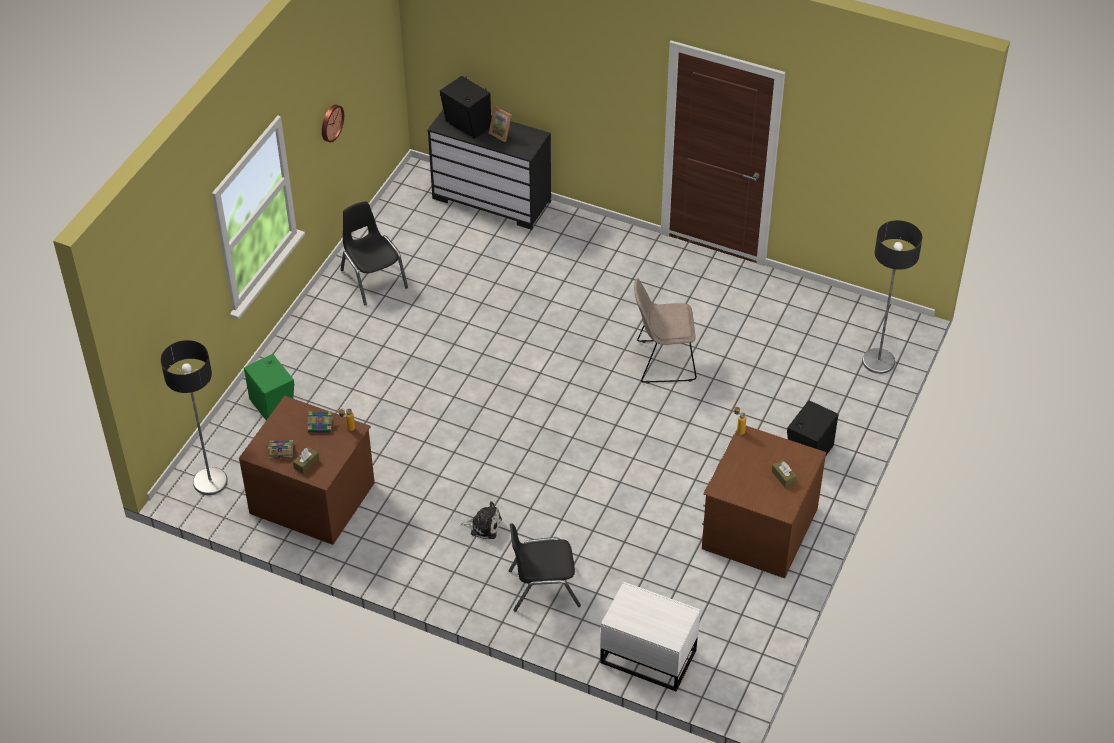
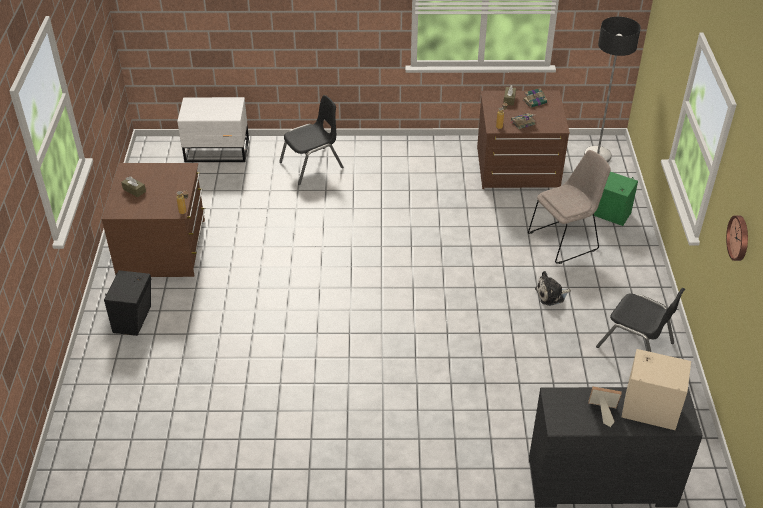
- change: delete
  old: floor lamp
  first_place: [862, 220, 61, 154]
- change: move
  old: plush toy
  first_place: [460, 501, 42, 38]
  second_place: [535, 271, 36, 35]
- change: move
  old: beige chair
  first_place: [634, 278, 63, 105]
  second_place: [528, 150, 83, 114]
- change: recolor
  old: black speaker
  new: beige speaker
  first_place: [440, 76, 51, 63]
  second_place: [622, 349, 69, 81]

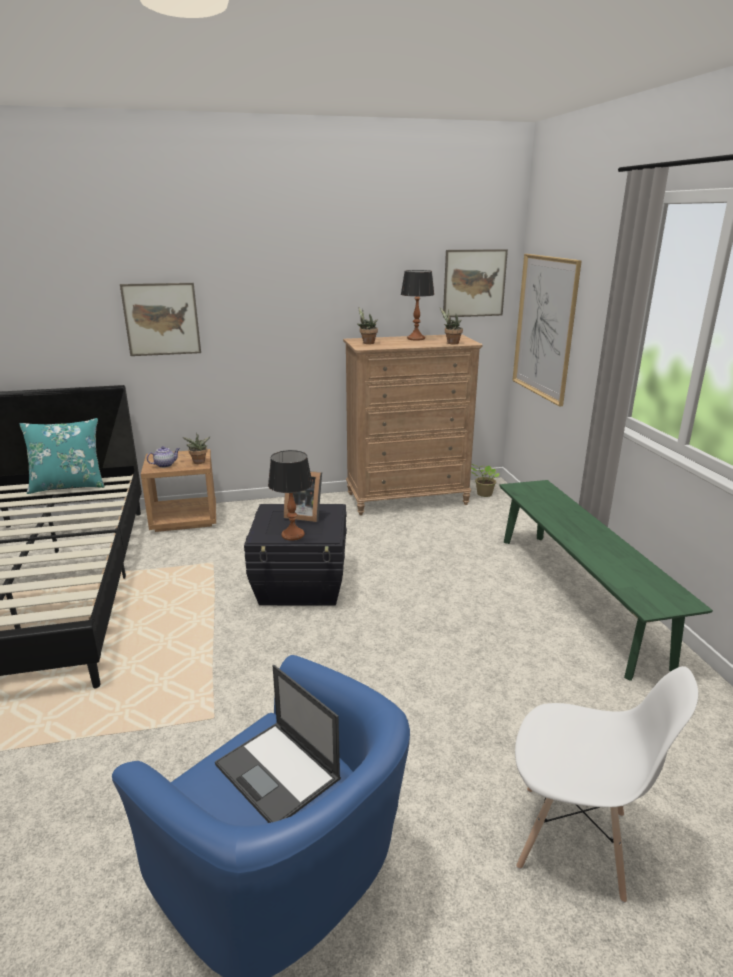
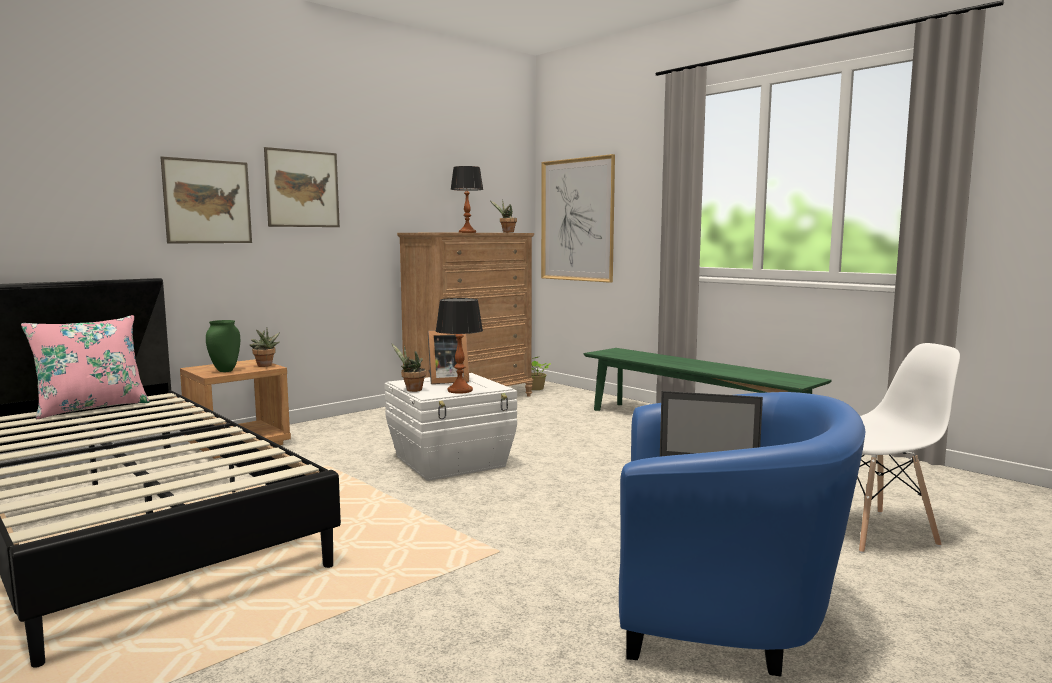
- change: move
  old: potted plant
  first_place: [357, 307, 21, 37]
  second_place: [392, 344, 34, 48]
- change: move
  old: picture
  first_place: [443, 249, 65, 69]
  second_place: [264, 147, 76, 80]
- change: replace
  old: teapot
  new: green vase
  first_place: [147, 446, 33, 22]
  second_place: [206, 320, 34, 52]
- change: recolor
  old: turquoise pillow
  new: pink pillow
  first_place: [20, 418, 85, 76]
  second_place: [21, 315, 129, 104]
- change: recolor
  old: black storage box
  new: white storage box
  first_place: [244, 504, 103, 102]
  second_place: [385, 373, 132, 108]

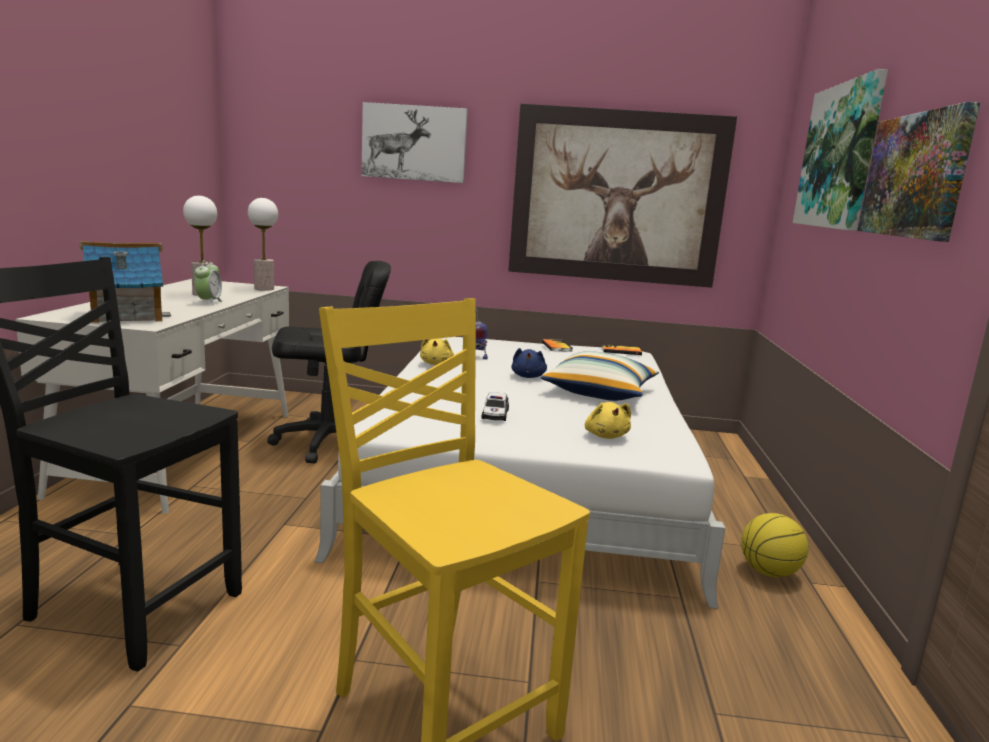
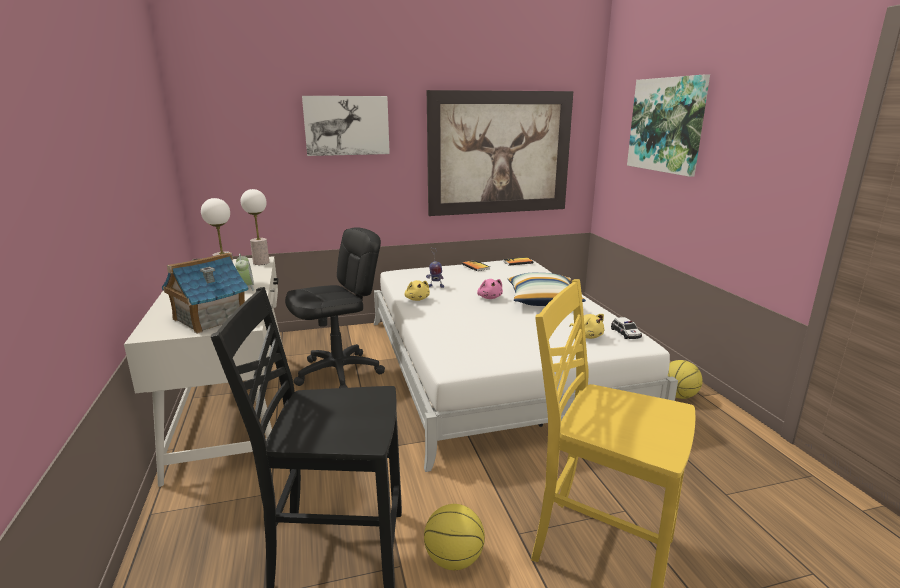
- change: delete
  old: picture
  first_place: [857, 102, 124, 140]
- change: insert
  new: basketball
  second_place: [424, 504, 61, 66]
- change: move
  old: toy car
  first_place: [482, 392, 27, 29]
  second_place: [611, 317, 31, 22]
- change: recolor
  old: blue plush toy
  new: pink plush toy
  first_place: [511, 348, 36, 30]
  second_place: [477, 279, 26, 20]

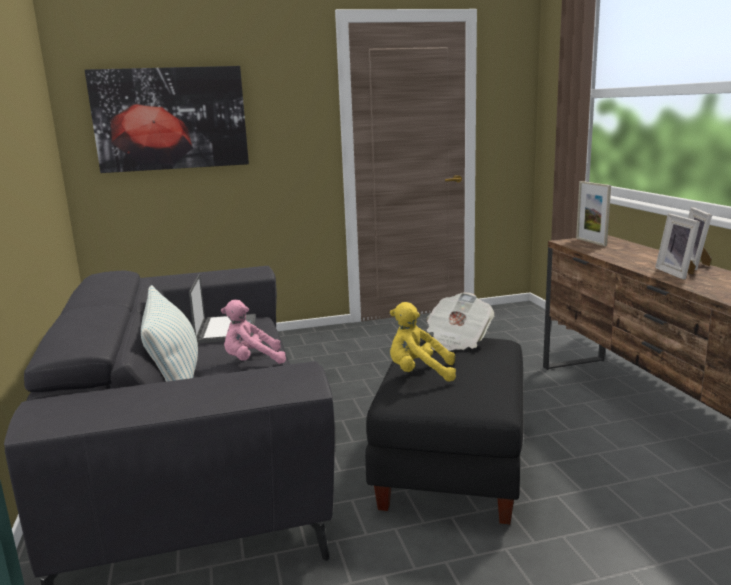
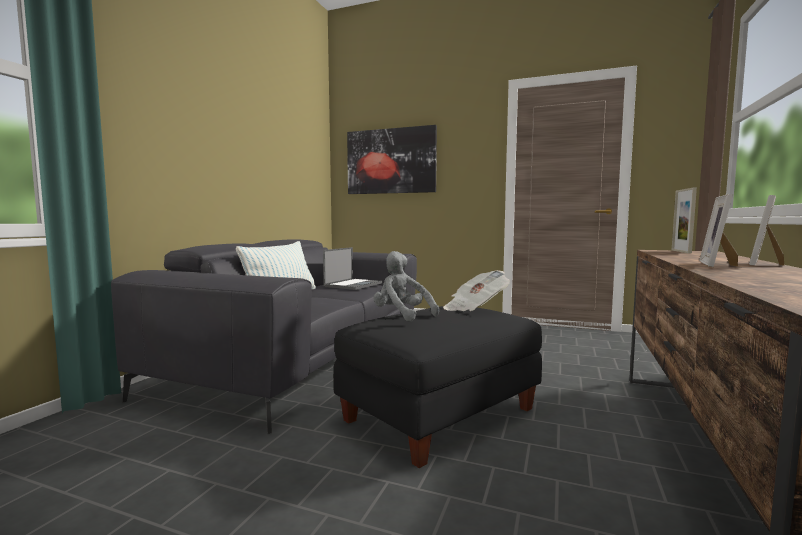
- change: delete
  old: pink plush toy
  first_place: [221, 300, 65, 64]
- change: recolor
  old: yellow plush toy
  new: grey plush toy
  first_place: [390, 302, 66, 80]
  second_place: [374, 251, 65, 71]

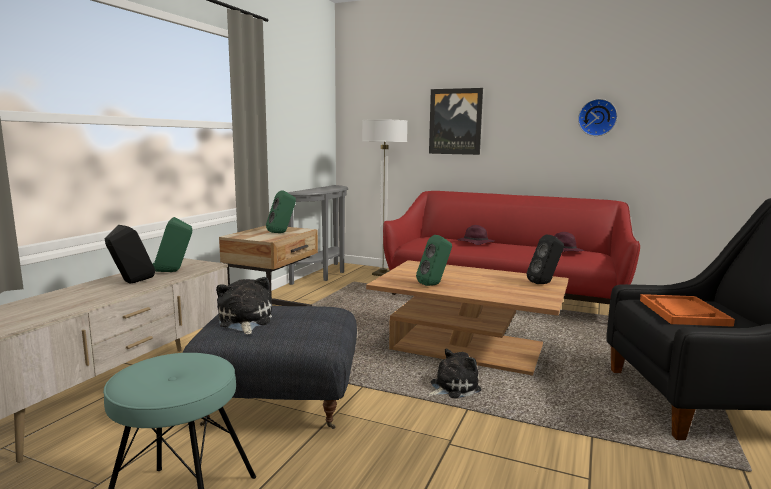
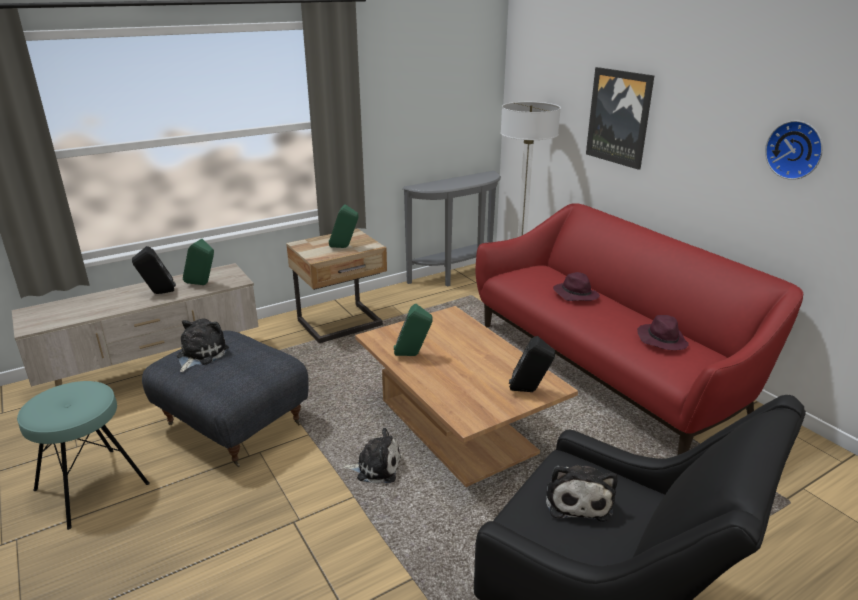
- change: replace
  old: orange tray
  new: plush toy
  first_place: [640, 294, 95, 33]
  second_place: [546, 465, 71, 57]

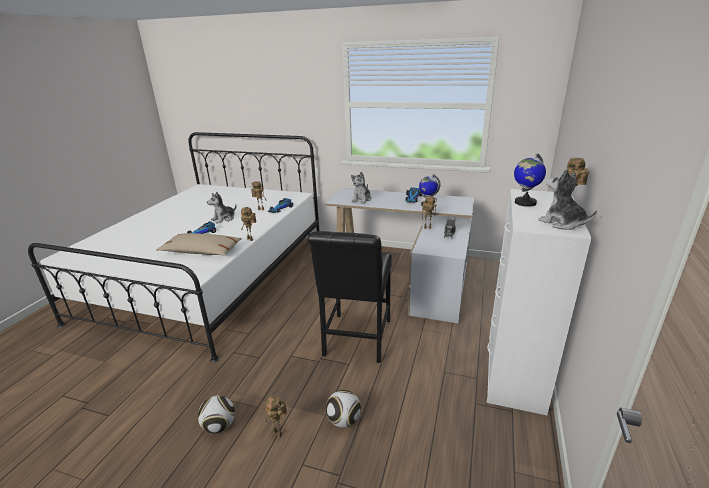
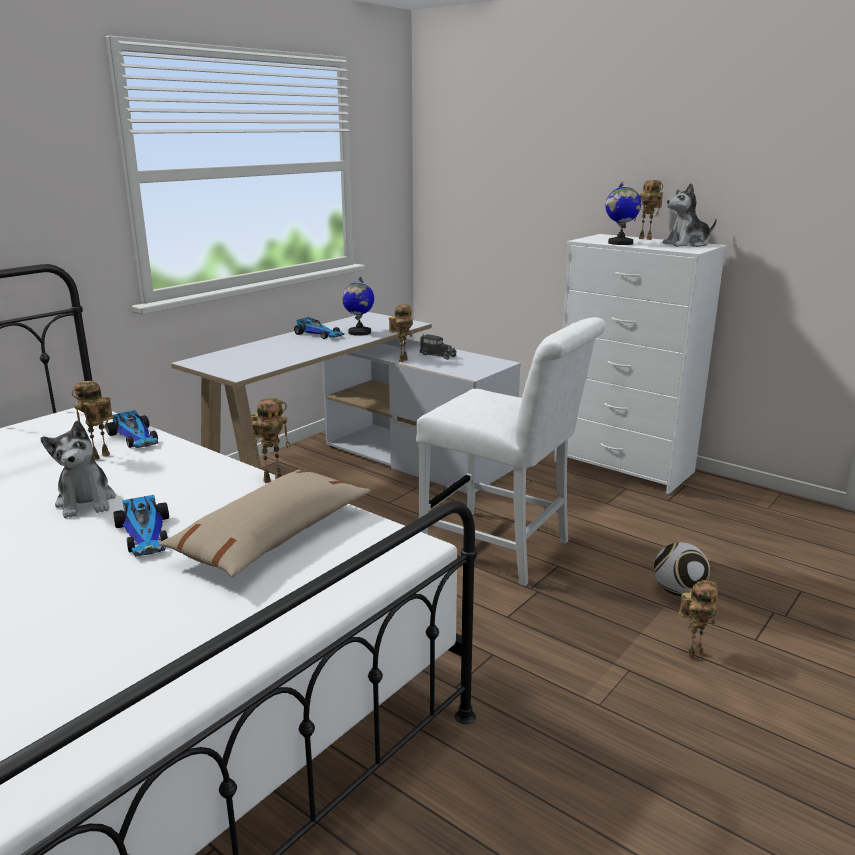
- change: delete
  old: football
  first_place: [198, 395, 37, 39]
- change: delete
  old: plush toy
  first_place: [351, 172, 20, 32]
- change: recolor
  old: black chair
  new: white chair
  first_place: [307, 231, 85, 132]
  second_place: [416, 317, 190, 269]

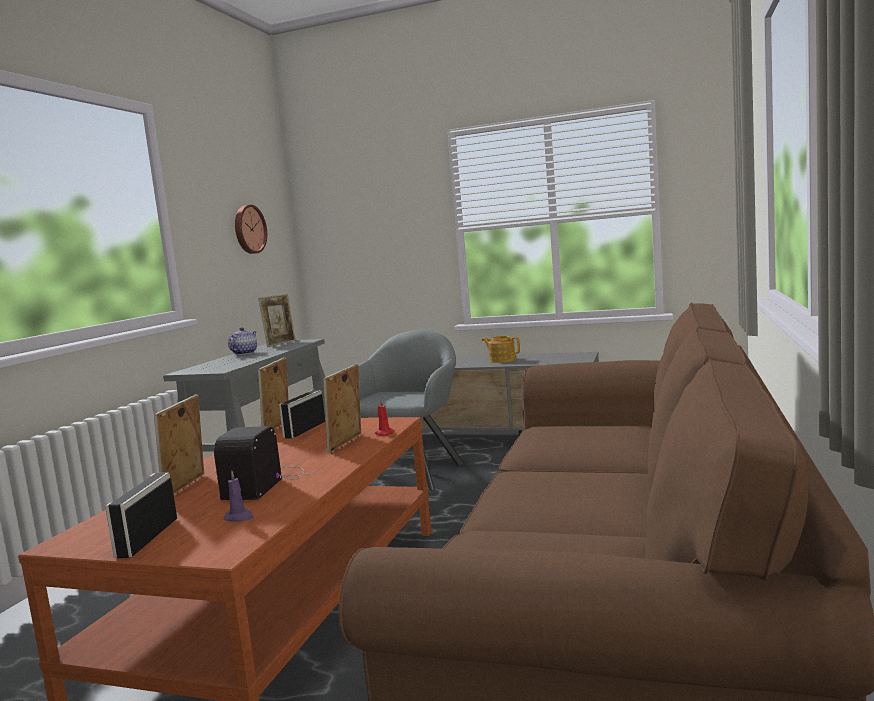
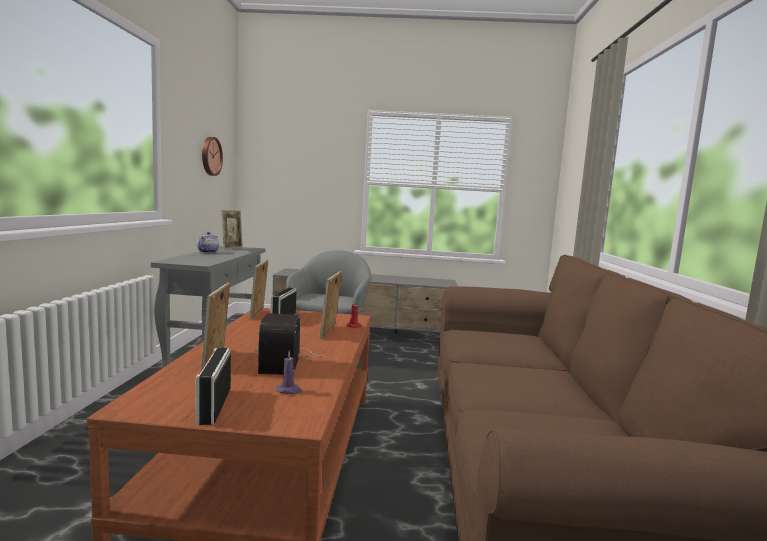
- change: delete
  old: teapot
  first_place: [482, 336, 38, 27]

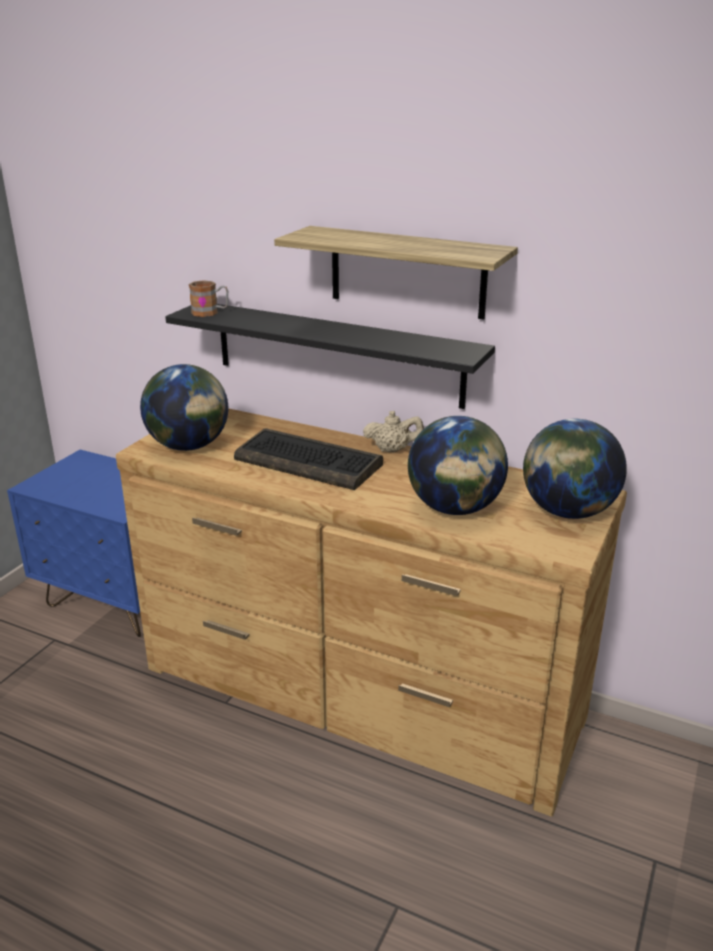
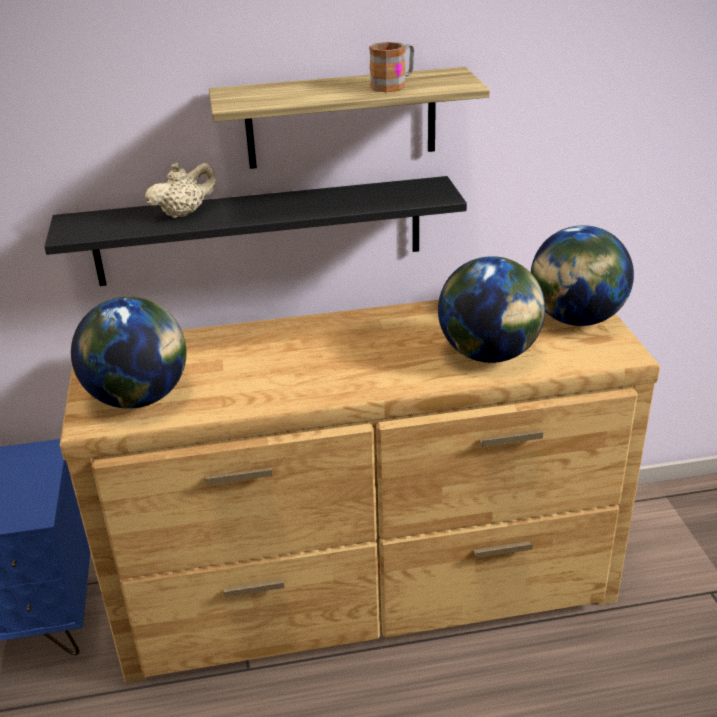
- change: delete
  old: keyboard
  first_place: [234, 428, 149, 62]
- change: move
  old: mug
  first_place: [189, 280, 39, 37]
  second_place: [369, 42, 45, 51]
- change: move
  old: beige teapot
  first_place: [363, 411, 61, 41]
  second_place: [145, 163, 71, 55]

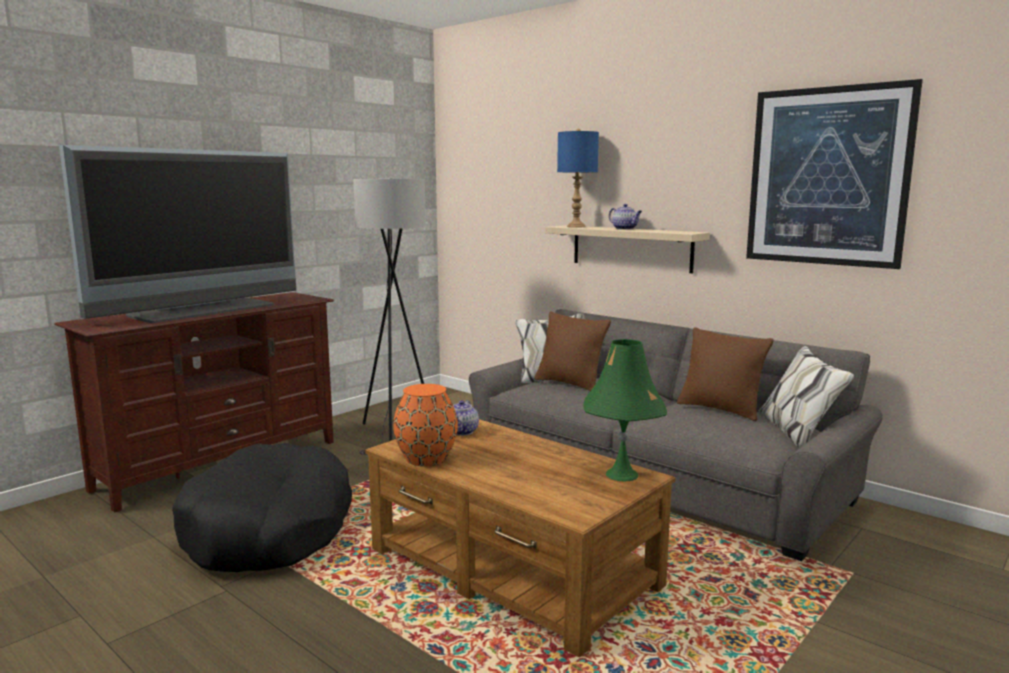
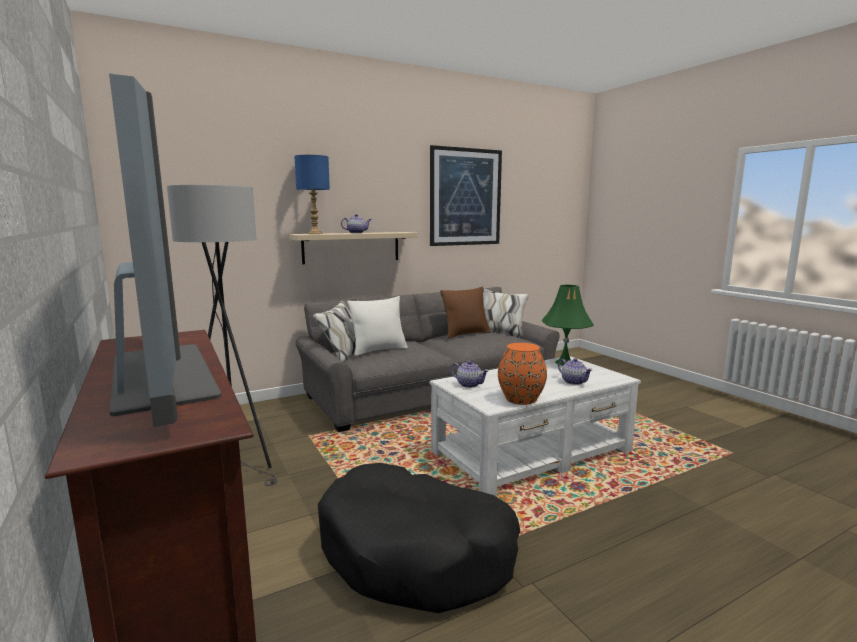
- change: insert
  new: teapot
  second_place: [558, 358, 35, 27]
- change: recolor
  old: brown coffee table
  new: white coffee table
  first_place: [365, 419, 310, 239]
  second_place: [429, 356, 212, 140]
- change: recolor
  old: brown pillow
  new: white pillow
  first_place: [535, 311, 76, 80]
  second_place: [347, 296, 61, 60]

